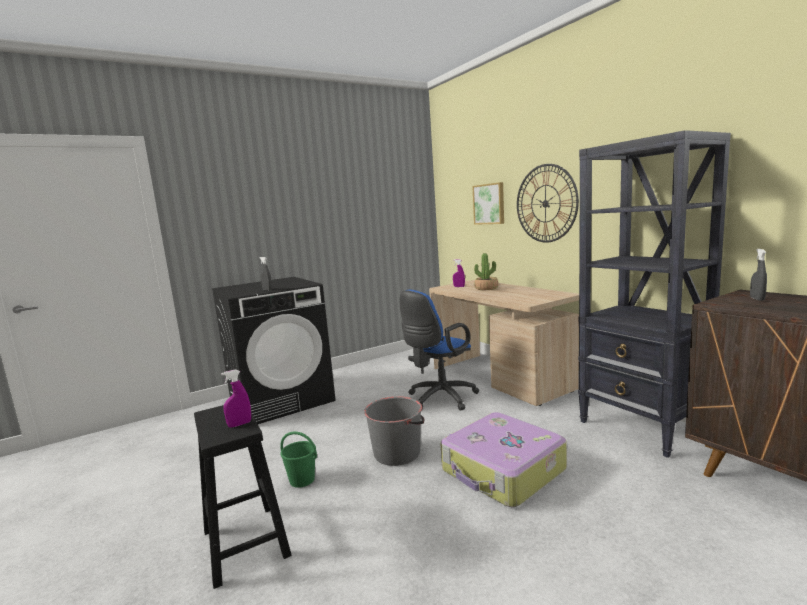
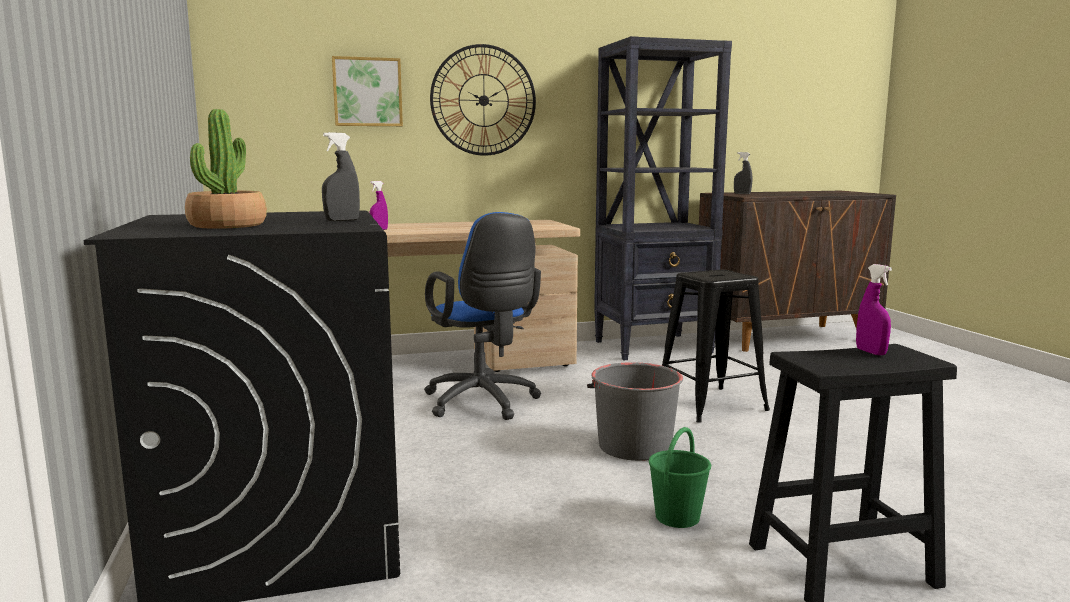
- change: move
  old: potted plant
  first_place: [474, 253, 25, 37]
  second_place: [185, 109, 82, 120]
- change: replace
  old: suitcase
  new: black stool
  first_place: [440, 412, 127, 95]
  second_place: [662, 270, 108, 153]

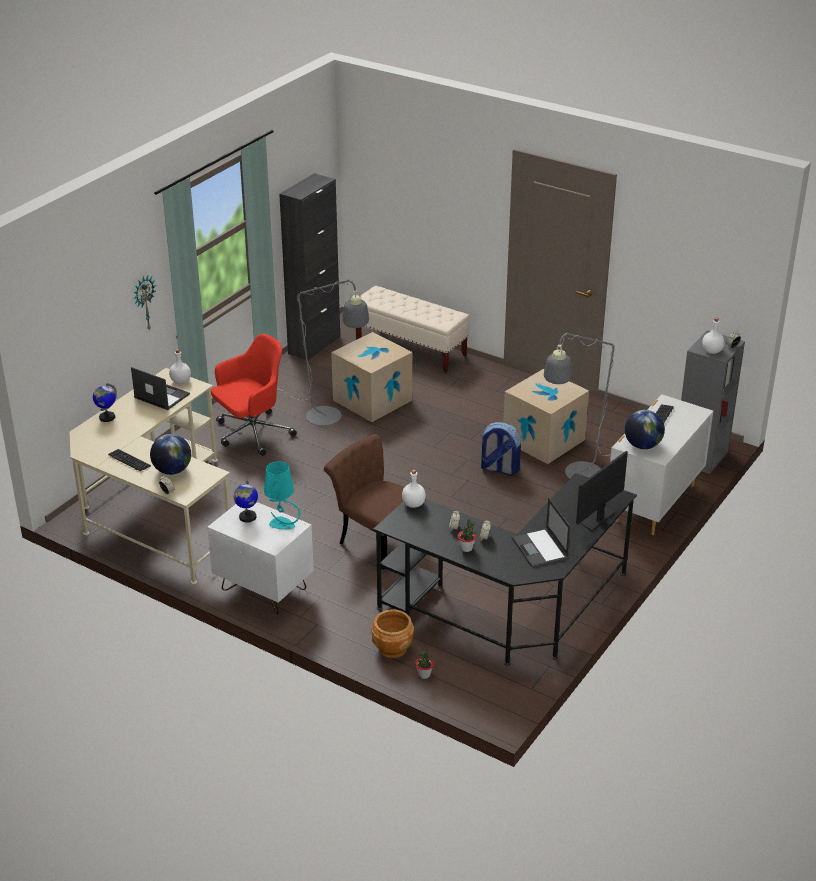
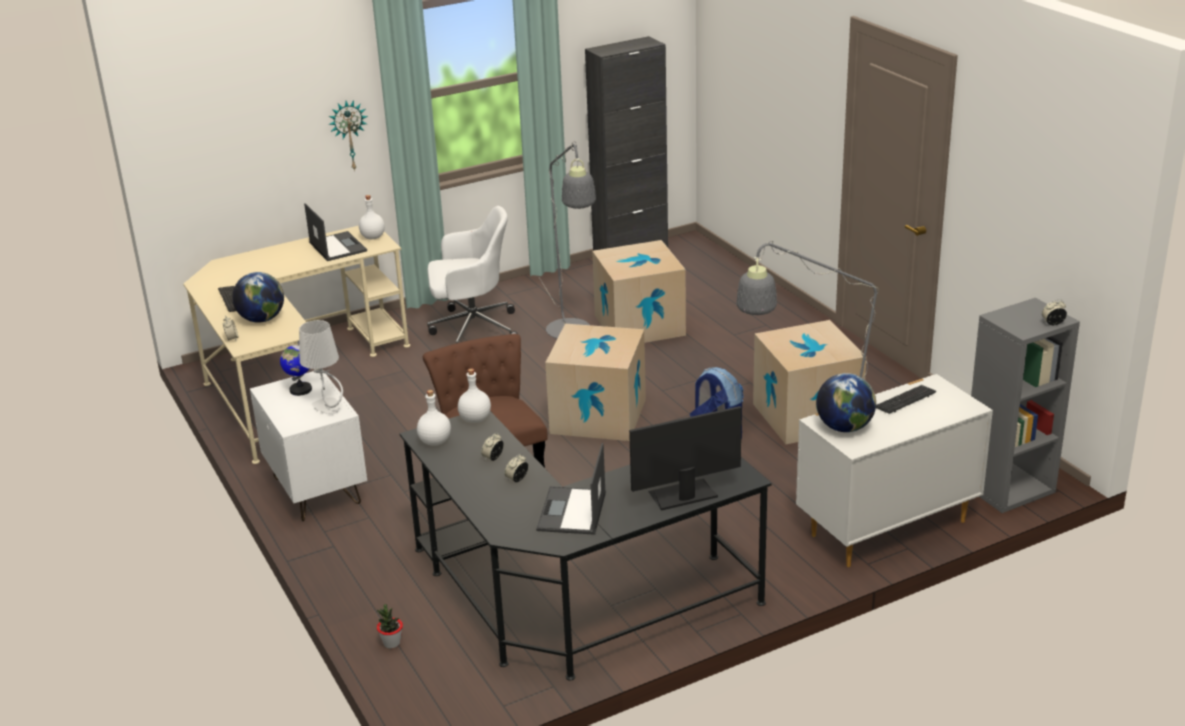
- change: delete
  old: globe
  first_place: [93, 383, 24, 39]
- change: delete
  old: beige bench
  first_place: [356, 286, 114, 87]
- change: delete
  old: brown planter
  first_place: [371, 609, 43, 49]
- change: delete
  old: potted plant
  first_place: [457, 519, 19, 33]
- change: insert
  new: cardboard box
  second_place: [545, 324, 101, 117]
- change: move
  old: white bottle
  first_place: [702, 318, 23, 36]
  second_place: [417, 390, 34, 56]
- change: recolor
  old: red office chair
  new: white office chair
  first_place: [211, 334, 86, 122]
  second_place: [427, 206, 91, 137]
- change: recolor
  old: turquoise table lamp
  new: grey table lamp
  first_place: [264, 461, 37, 68]
  second_place: [299, 320, 44, 94]

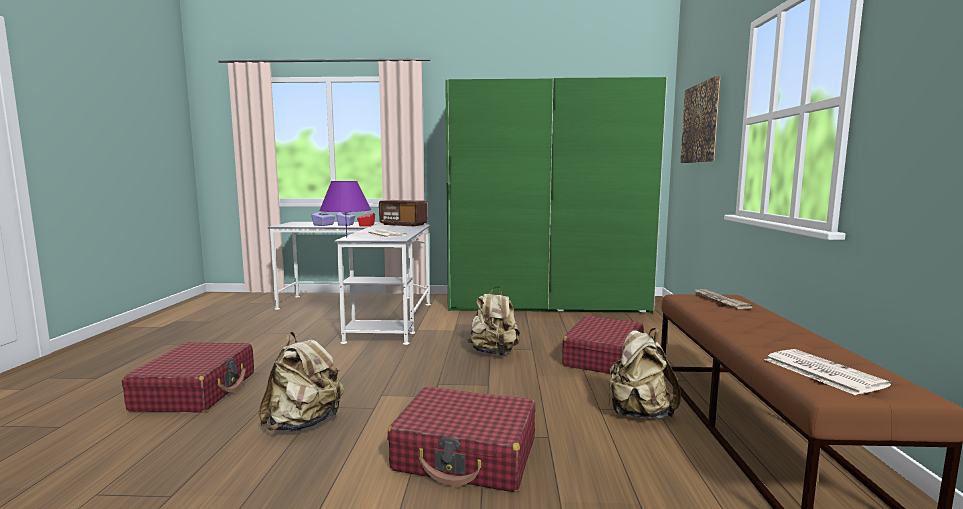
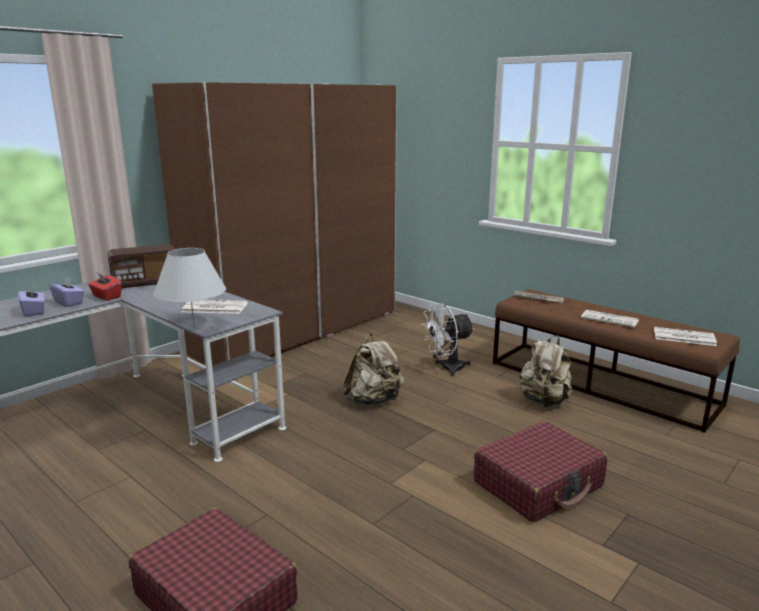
- change: delete
  old: beige backpack
  first_place: [258, 332, 86, 100]
- change: delete
  old: picture
  first_place: [680, 76, 40, 87]
- change: insert
  new: newspaper
  second_place: [581, 310, 58, 17]
- change: replace
  old: red suitcase
  new: white fan
  first_place: [562, 316, 82, 58]
  second_place: [422, 304, 52, 72]
- change: recolor
  old: purple table lamp
  new: white table lamp
  first_place: [319, 181, 52, 57]
  second_place: [153, 248, 73, 79]
- change: recolor
  old: green wardrobe
  new: brown wardrobe
  first_place: [445, 77, 222, 237]
  second_place: [152, 82, 245, 284]

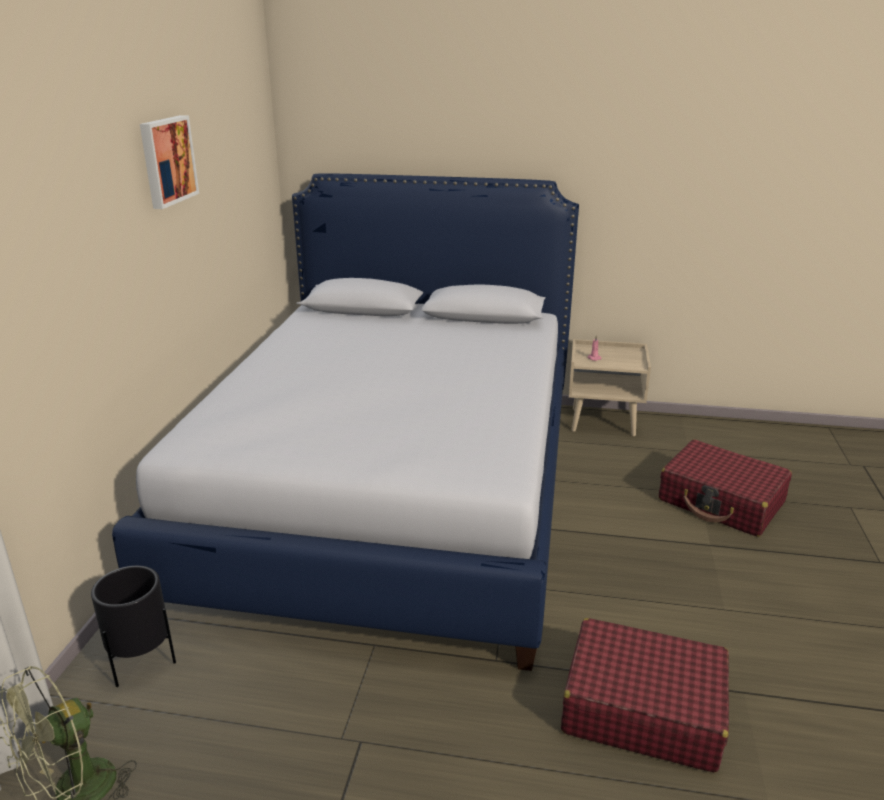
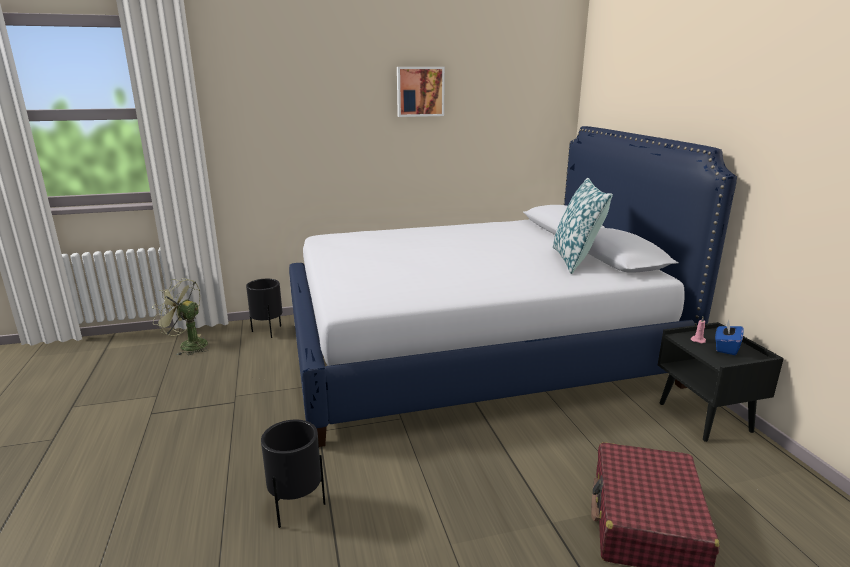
- change: insert
  new: pillow
  second_place: [553, 178, 60, 96]
- change: insert
  new: blue tissue box
  second_place: [715, 320, 29, 35]
- change: replace
  old: red suitcase
  new: black planter
  first_place: [561, 618, 168, 154]
  second_place: [261, 420, 64, 108]
- change: recolor
  old: beige nightstand
  new: black nightstand
  first_place: [569, 339, 82, 97]
  second_place: [658, 322, 126, 120]

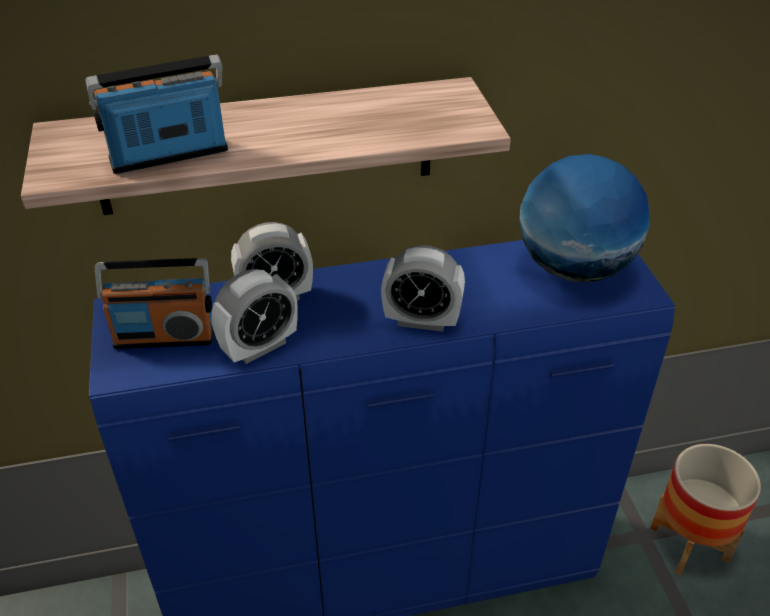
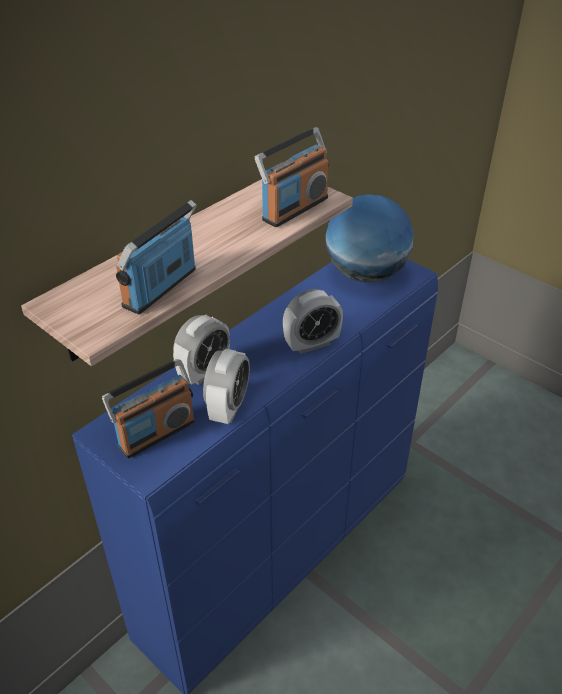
- change: delete
  old: planter
  first_place: [650, 444, 111, 131]
- change: insert
  new: radio
  second_place: [255, 127, 74, 100]

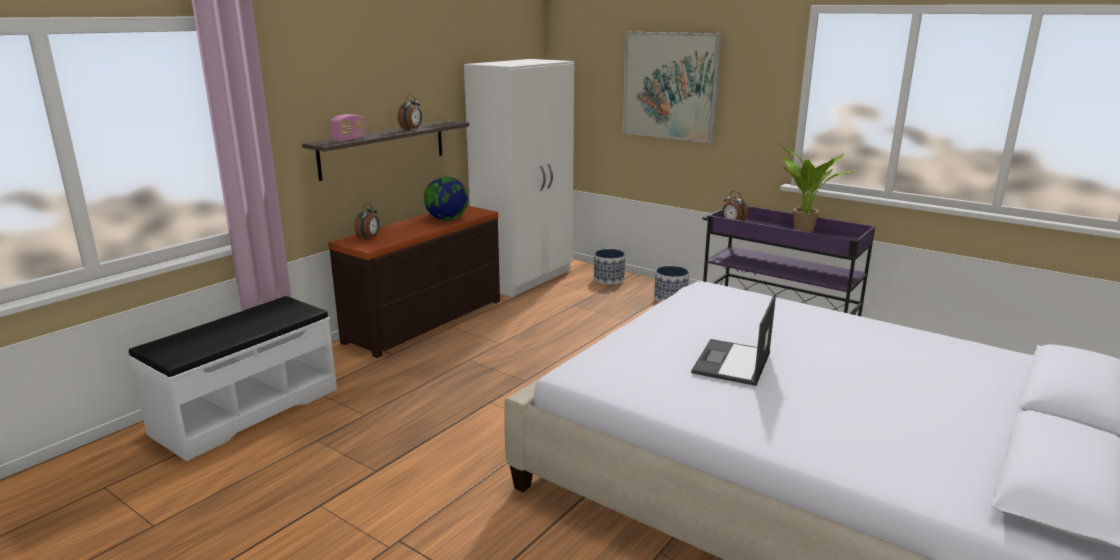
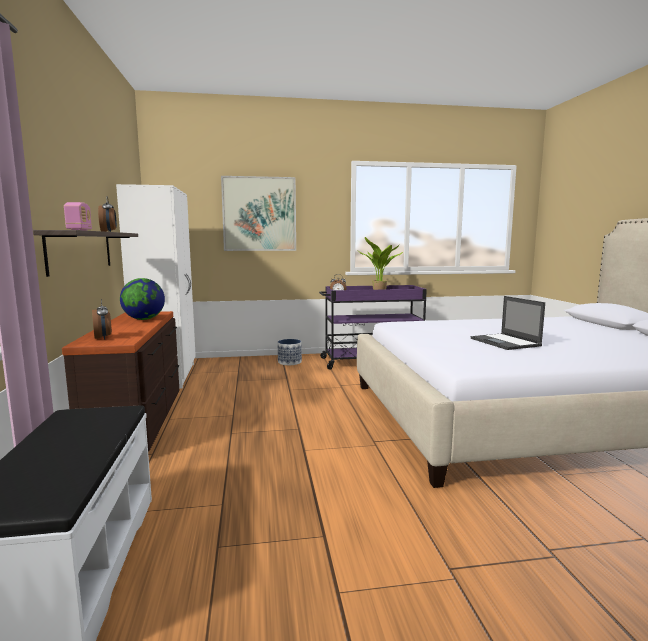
- change: delete
  old: planter
  first_place: [594, 249, 31, 36]

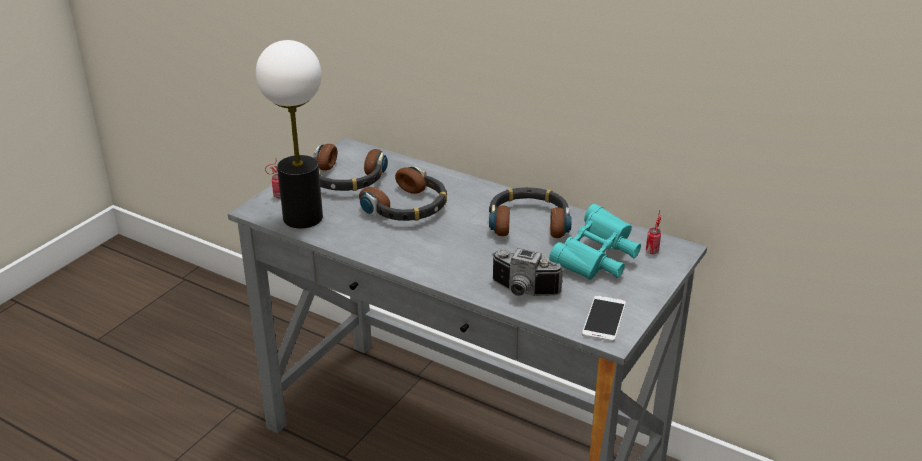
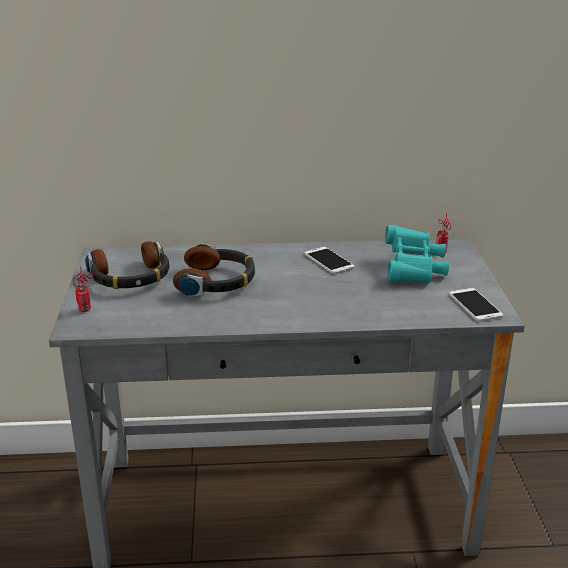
- change: delete
  old: table lamp
  first_place: [256, 40, 67, 188]
- change: delete
  old: photo camera
  first_place: [492, 248, 72, 48]
- change: replace
  old: headphones
  new: phone
  first_place: [489, 187, 83, 51]
  second_place: [304, 247, 51, 27]

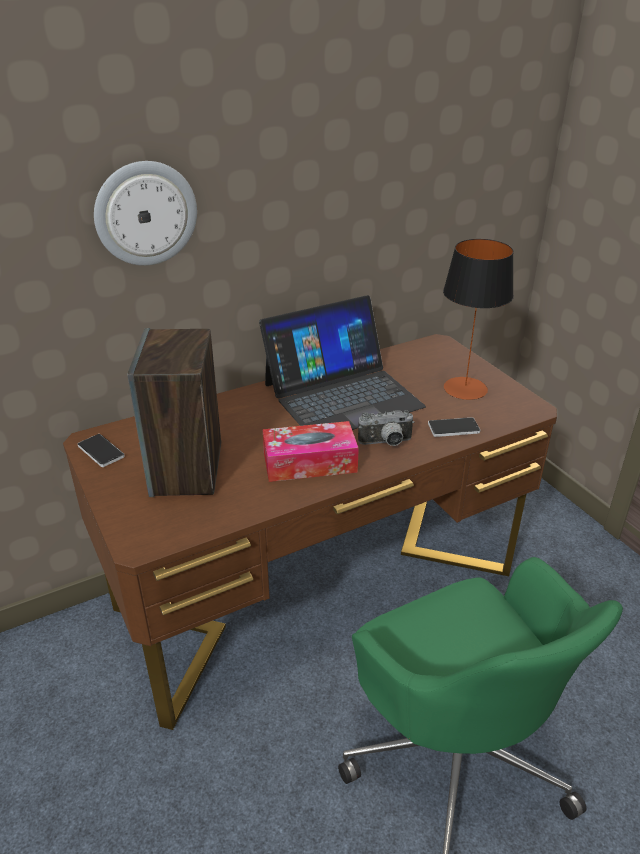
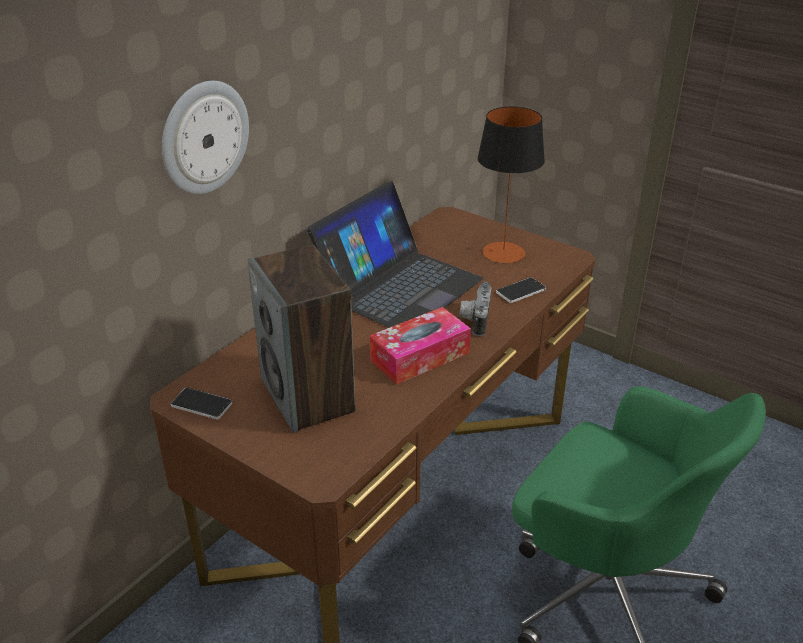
- change: rotate
  old: photo camera
  first_place: [358, 410, 56, 36]
  second_place: [459, 281, 32, 55]
  degrees: 135

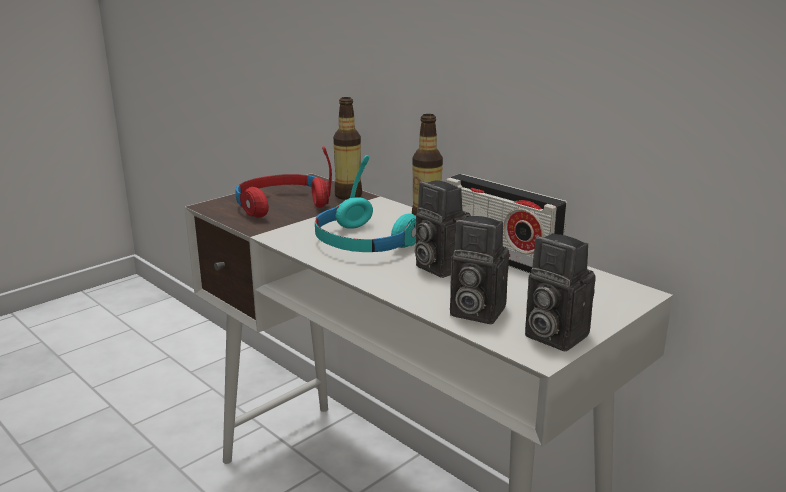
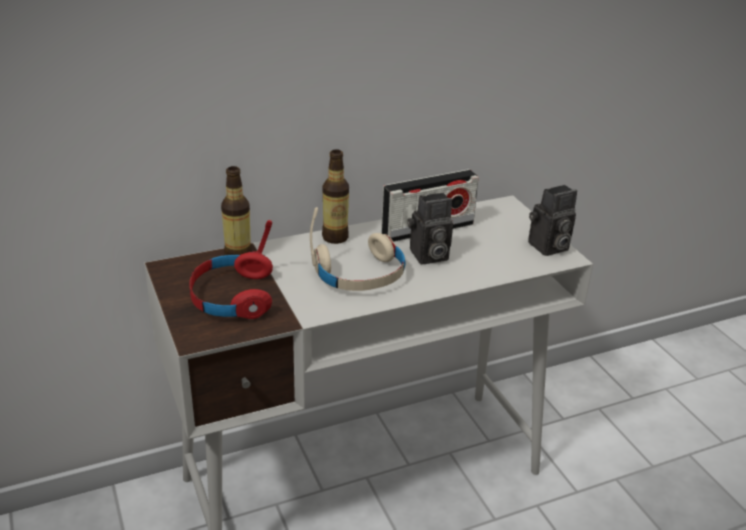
- change: delete
  old: photo camera
  first_place: [450, 216, 59, 108]
- change: recolor
  old: turquoise headphones
  new: beige headphones
  first_place: [315, 155, 101, 97]
  second_place: [310, 207, 96, 84]

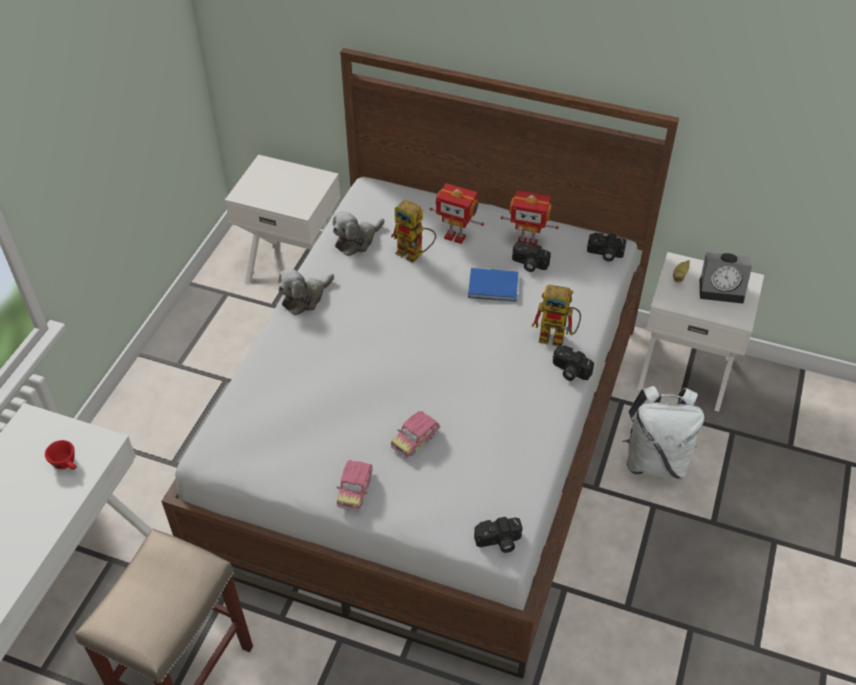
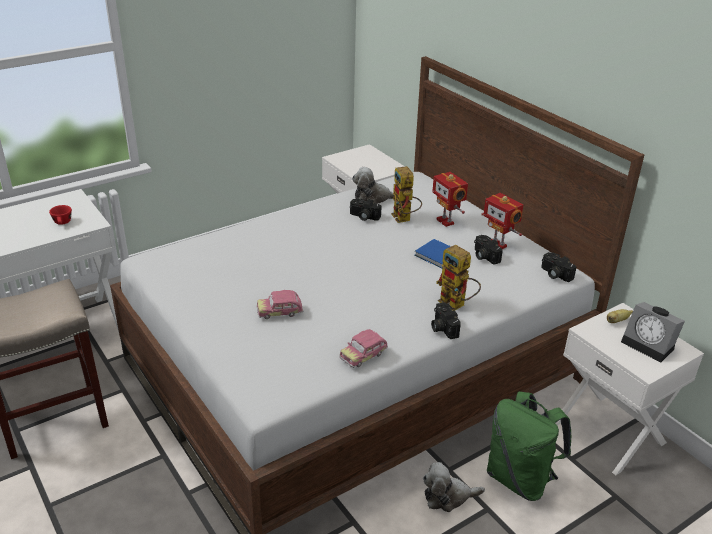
- change: move
  old: plush toy
  first_place: [278, 269, 56, 46]
  second_place: [423, 462, 62, 50]
- change: move
  old: toy car
  first_place: [336, 460, 37, 51]
  second_place: [339, 329, 49, 39]
- change: move
  old: photo camera
  first_place: [474, 517, 48, 36]
  second_place: [350, 198, 31, 23]
- change: recolor
  old: white backpack
  new: green backpack
  first_place: [623, 386, 81, 93]
  second_place: [487, 391, 84, 110]

